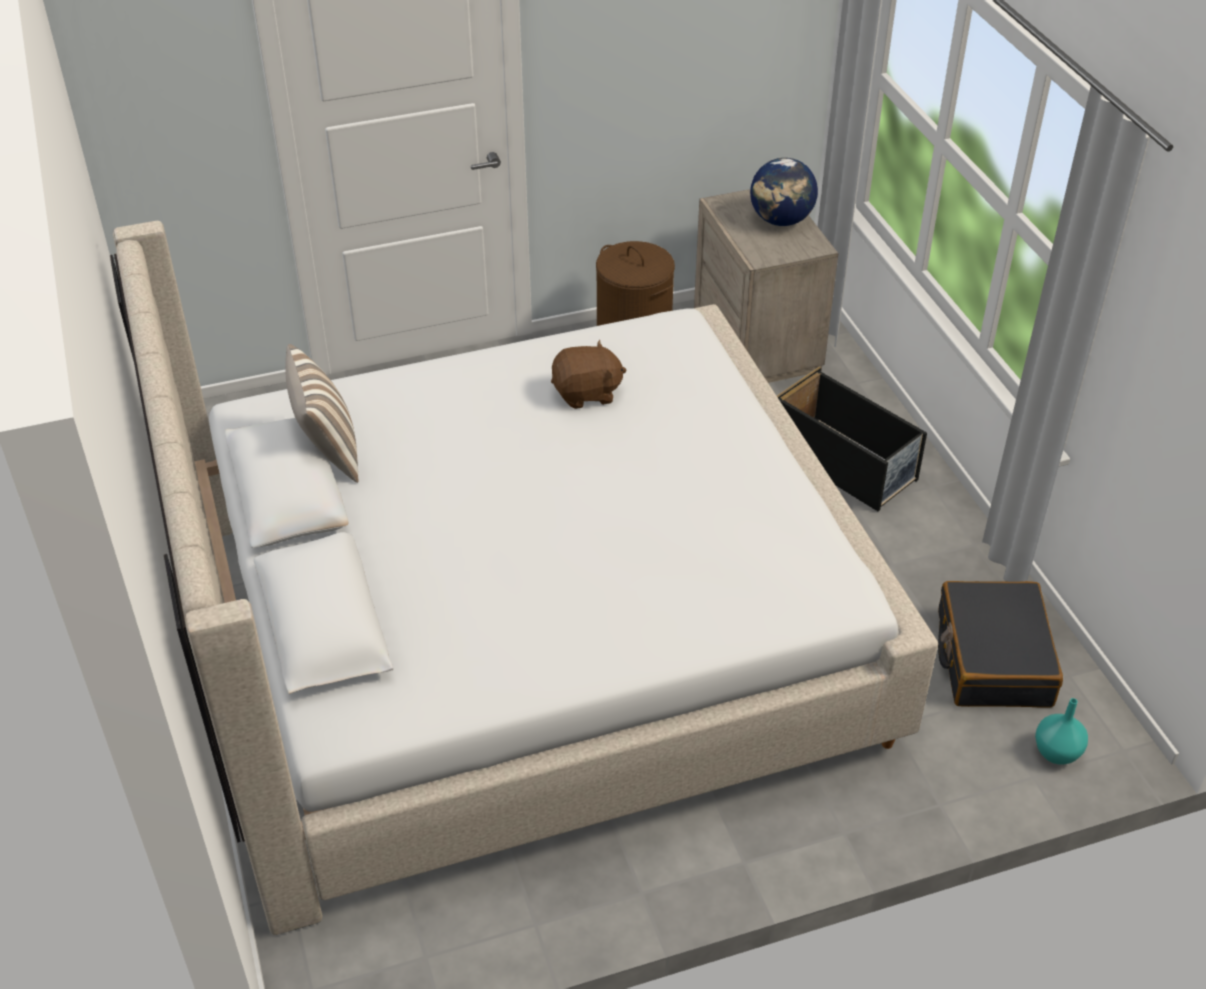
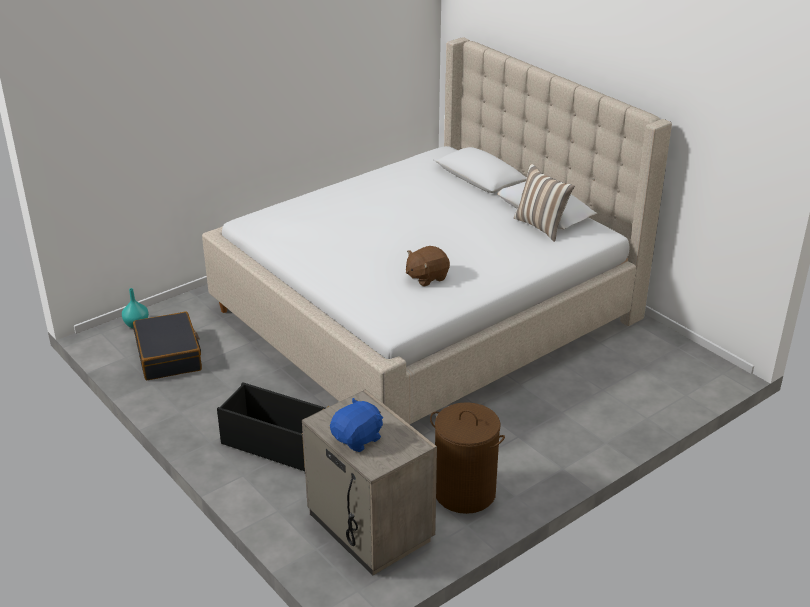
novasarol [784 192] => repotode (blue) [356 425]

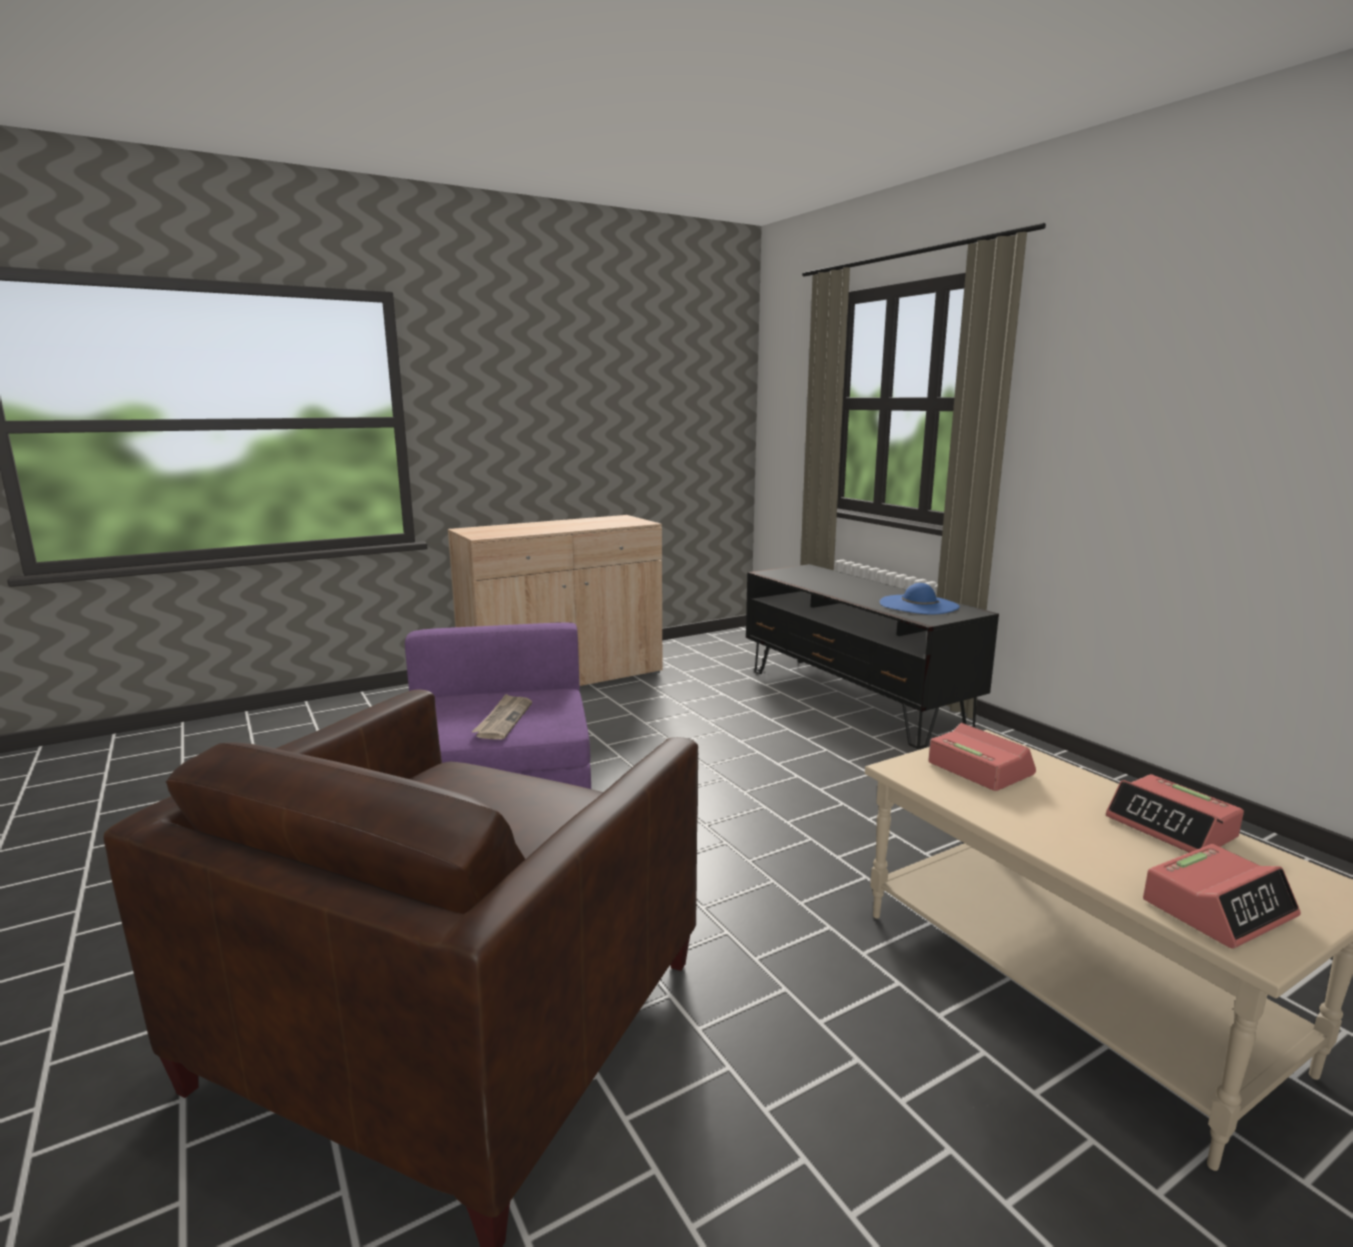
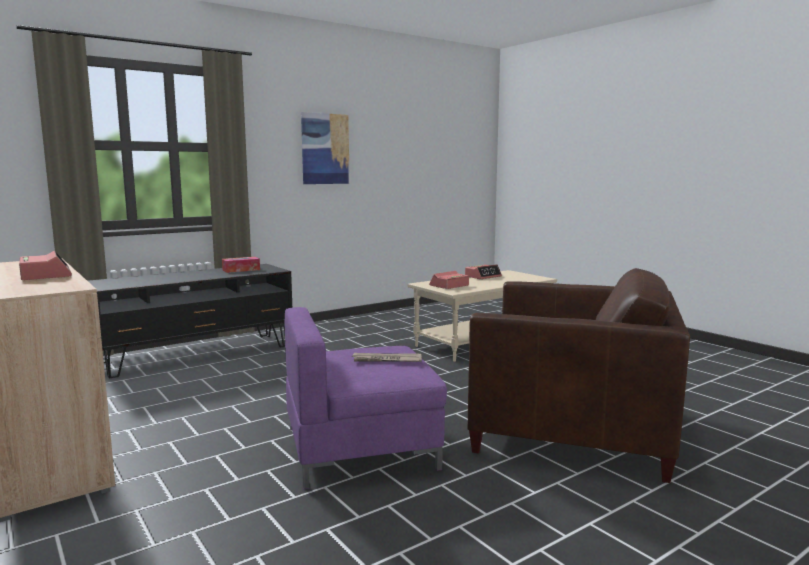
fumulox [1222 896] => fumulox [45 265], shifted
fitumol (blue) [920 599] => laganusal [241 265]
nothing => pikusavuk [325 148]

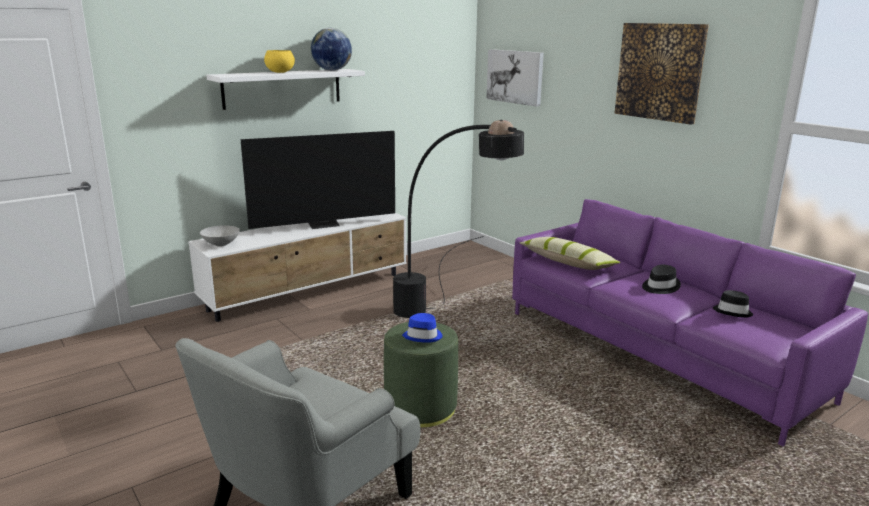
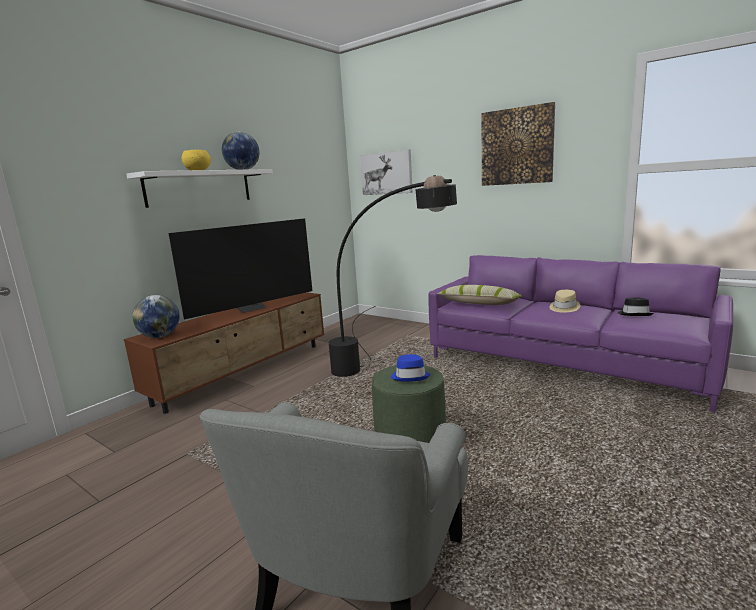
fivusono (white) [297 267] => fivusono (brown) [224 353]
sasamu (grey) [220 236] => novasarol [156 316]
fitumol (black) [661 279] => fitumol (beige) [565 301]

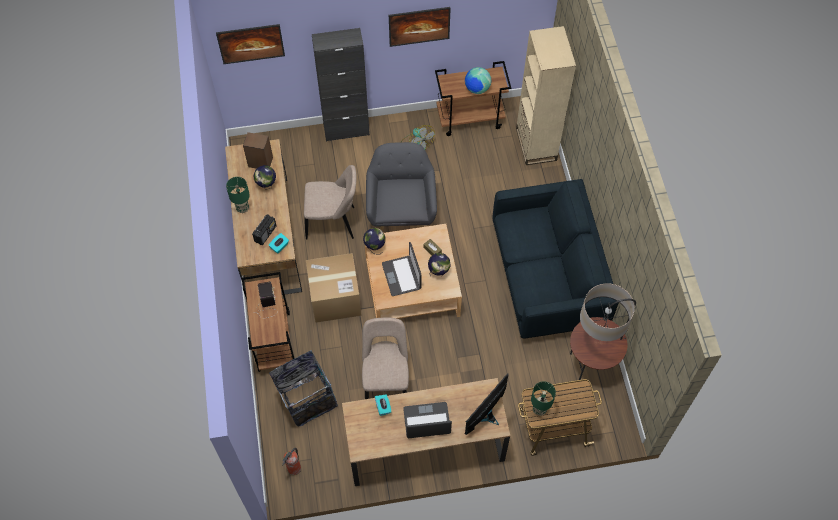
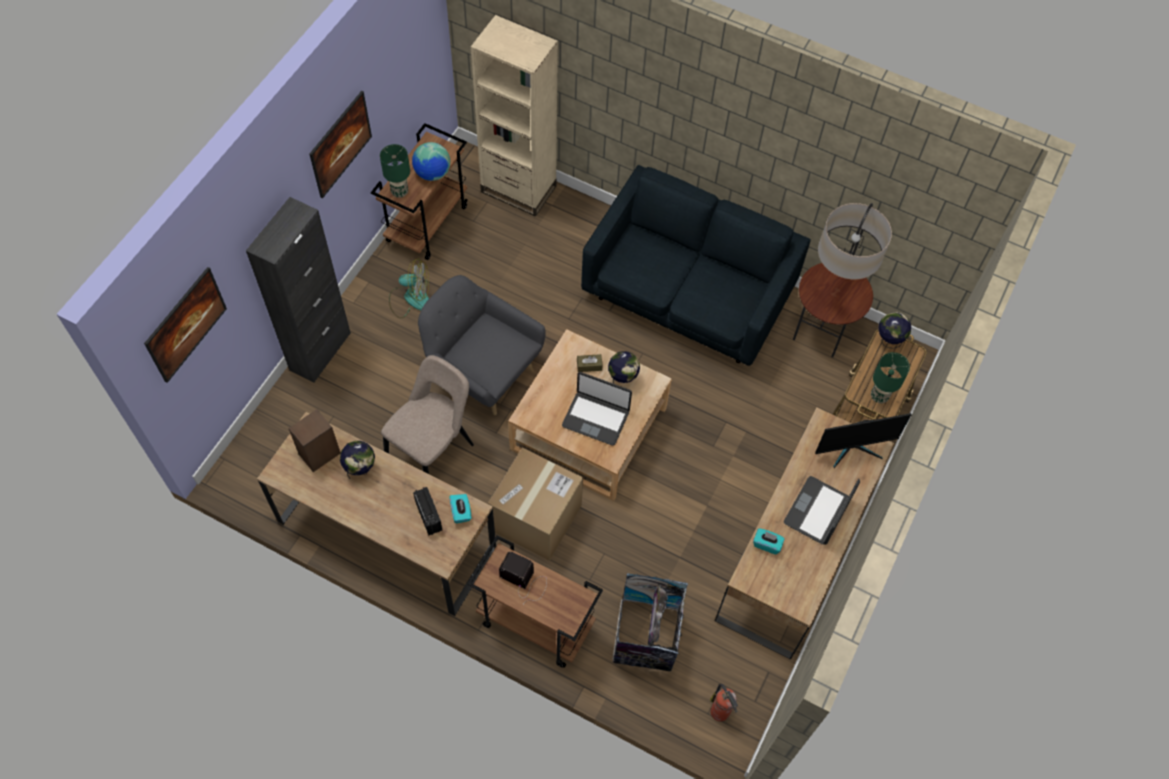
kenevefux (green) [238 195] => kenevefux (green) [395 171], shifted
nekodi [487 404] => nekodi [863 440], 90 degrees counterclockwise
novasarol [374 241] => novasarol [894 330], shifted
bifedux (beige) [385 358] => nothing

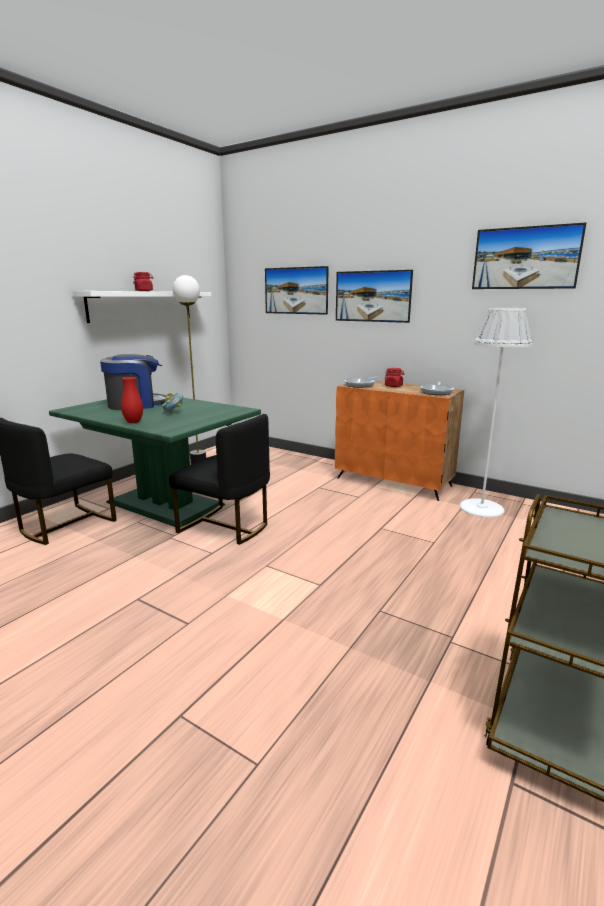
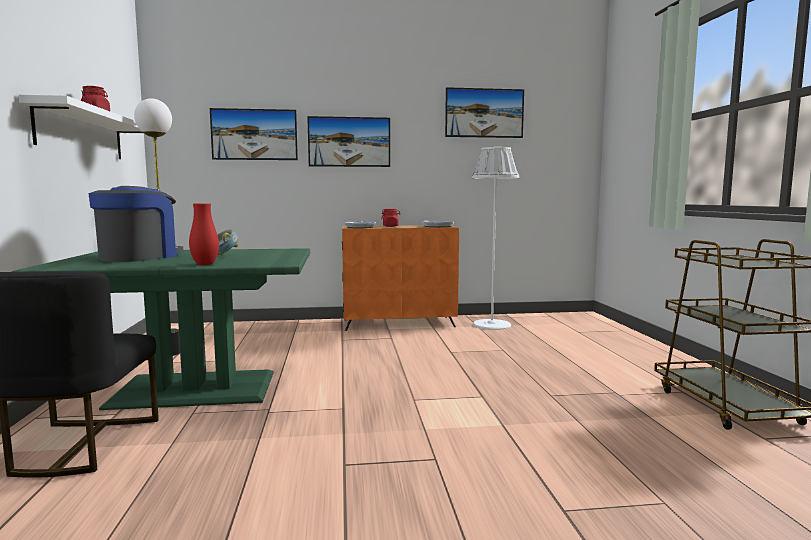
bifedux (black) [219 479] => nothing

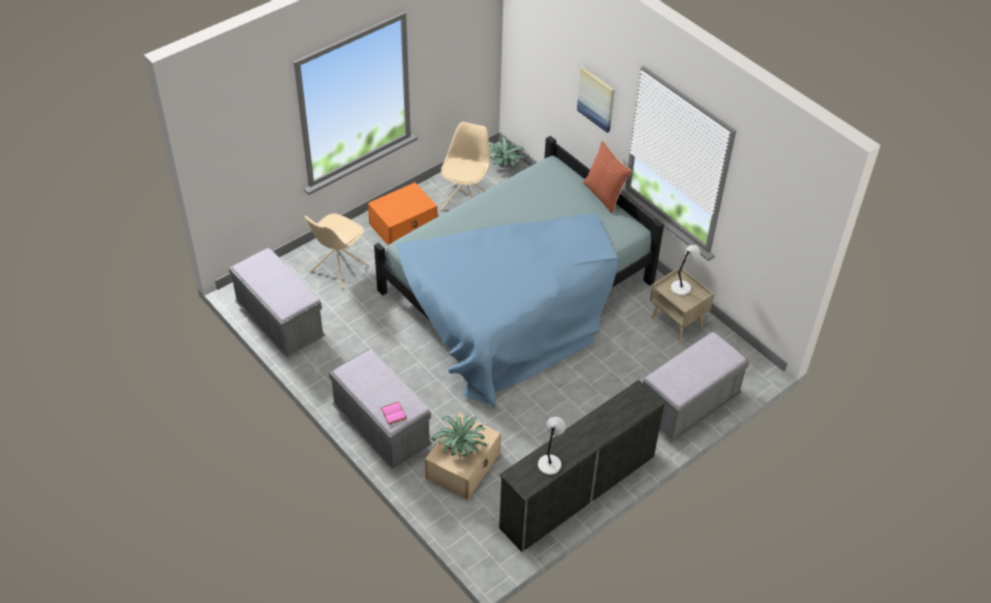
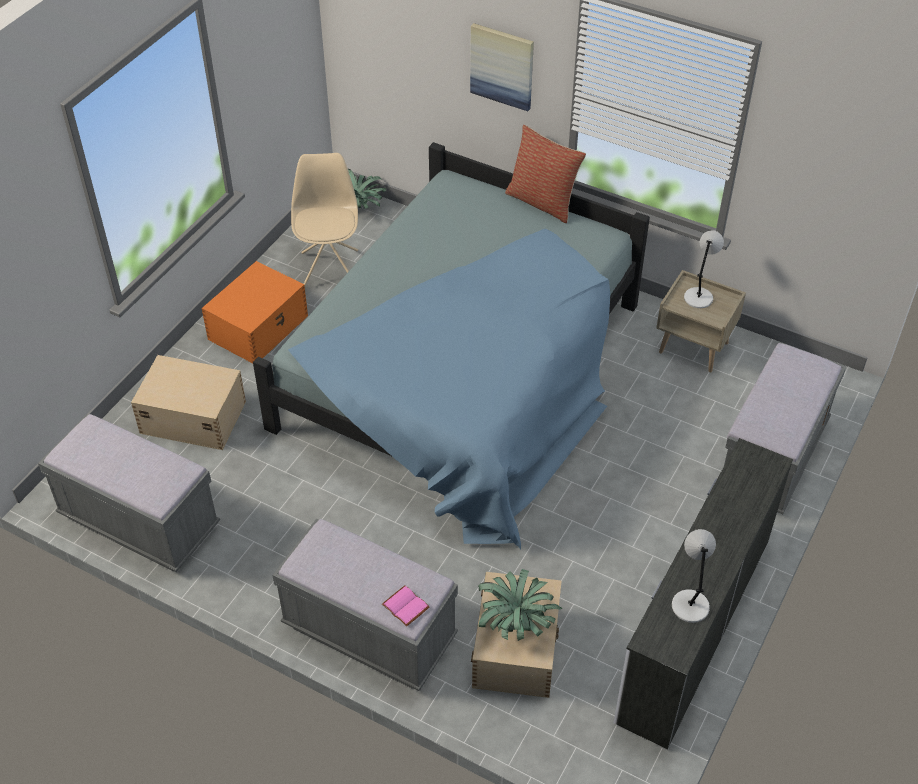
bifedux (beige) [336 251] => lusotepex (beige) [188 402]

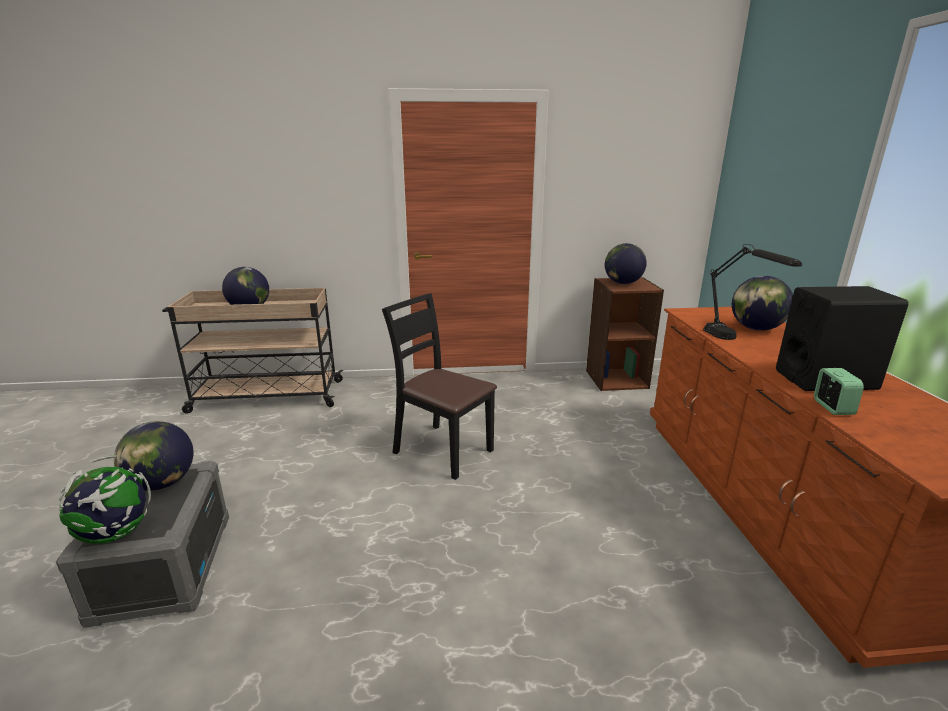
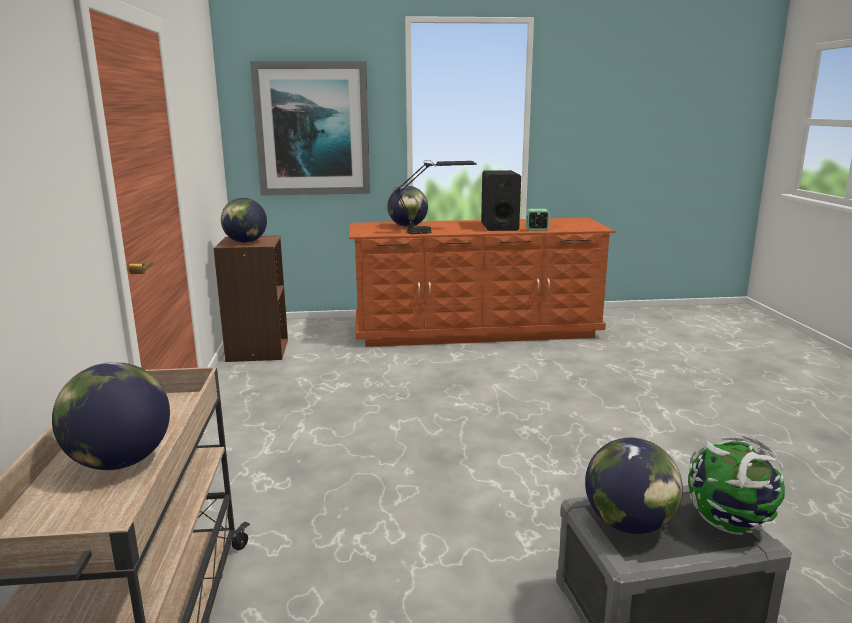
nothing => pikusavuk [310 128]
bifedux (black) [439 386] => nothing

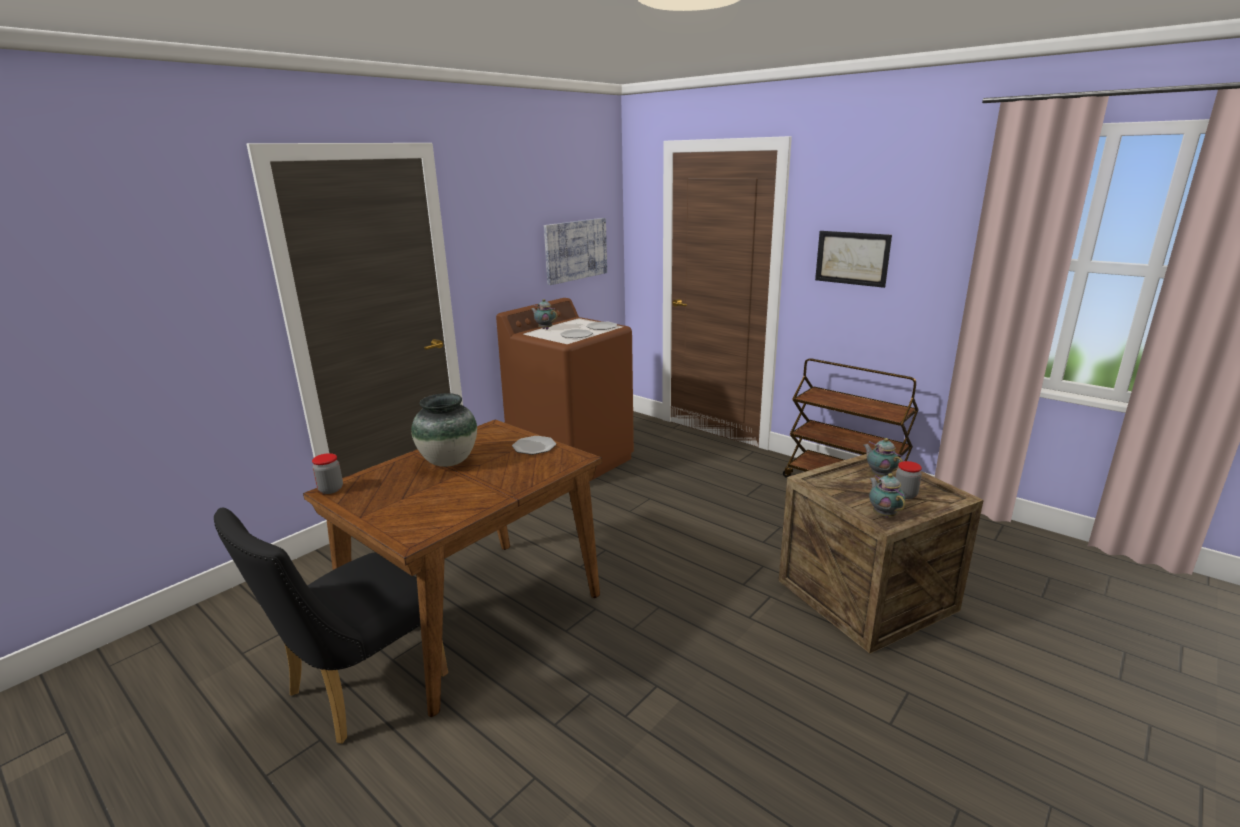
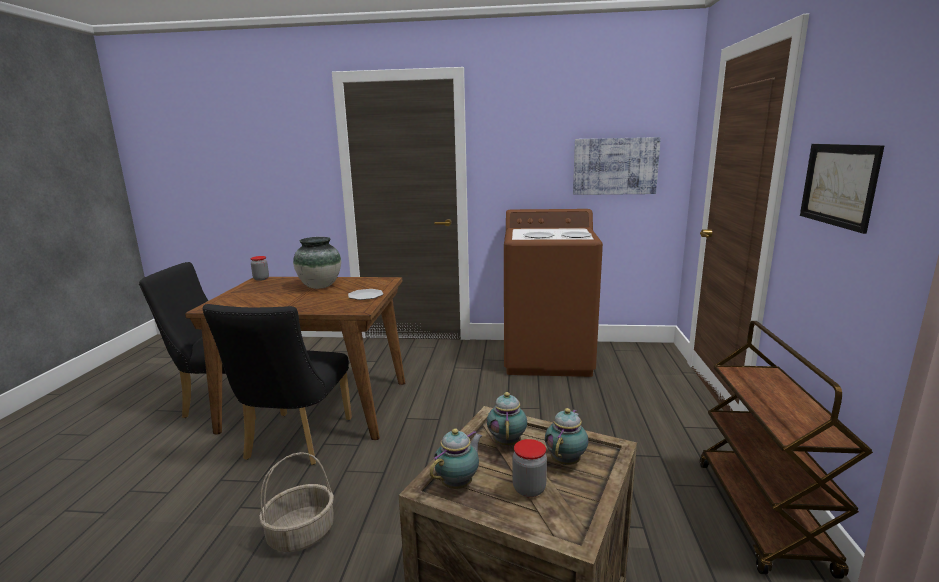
nothing => bifedux (black) [277 384]
nothing => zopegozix [296 502]
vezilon [544 314] => vezilon [507 419], shifted

